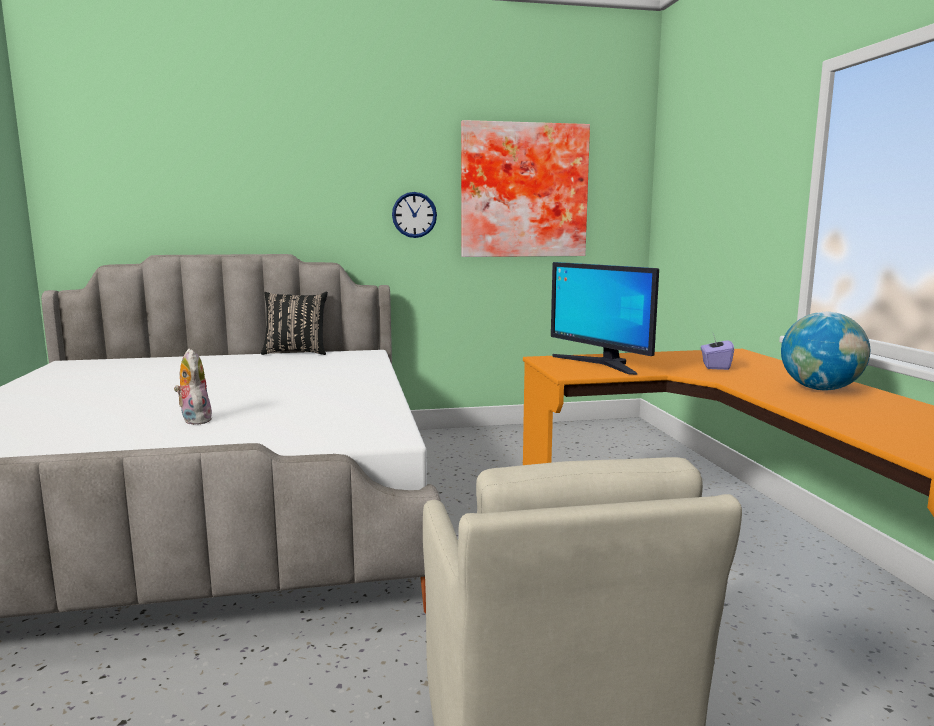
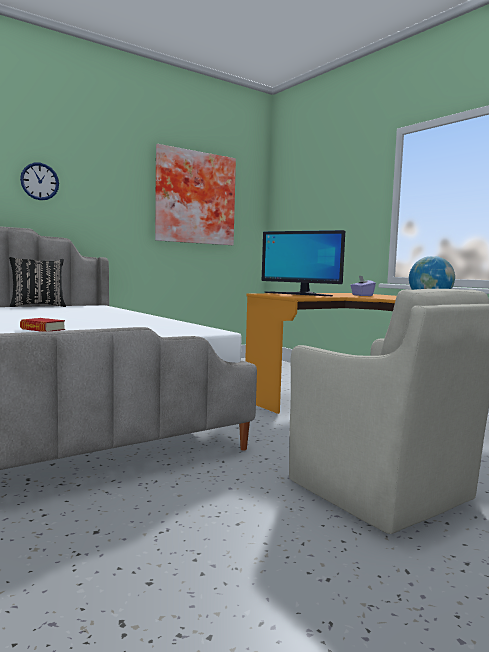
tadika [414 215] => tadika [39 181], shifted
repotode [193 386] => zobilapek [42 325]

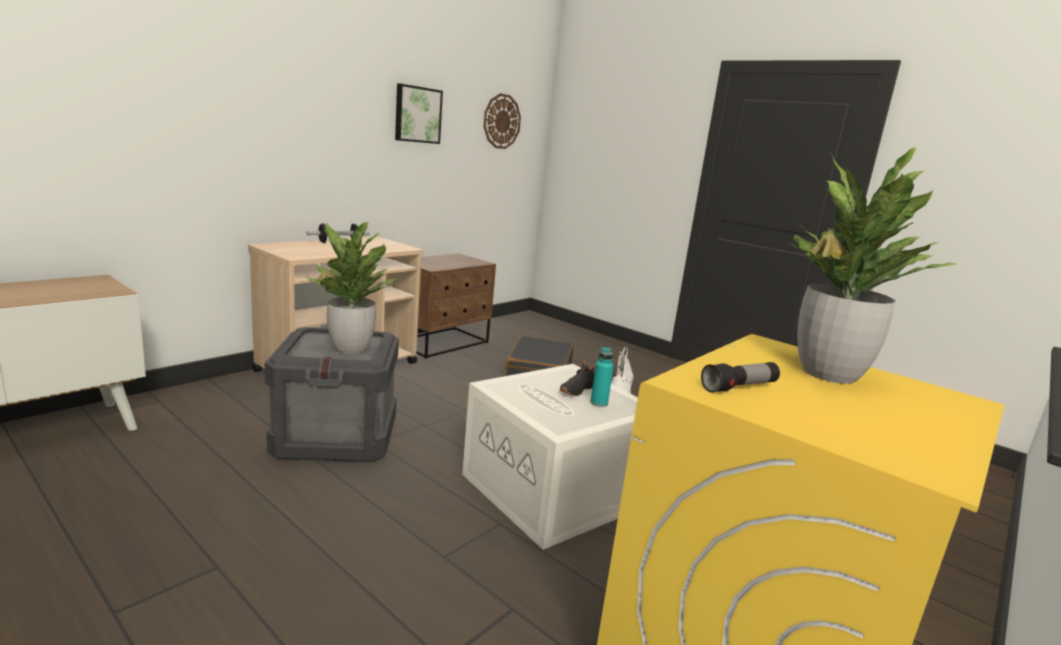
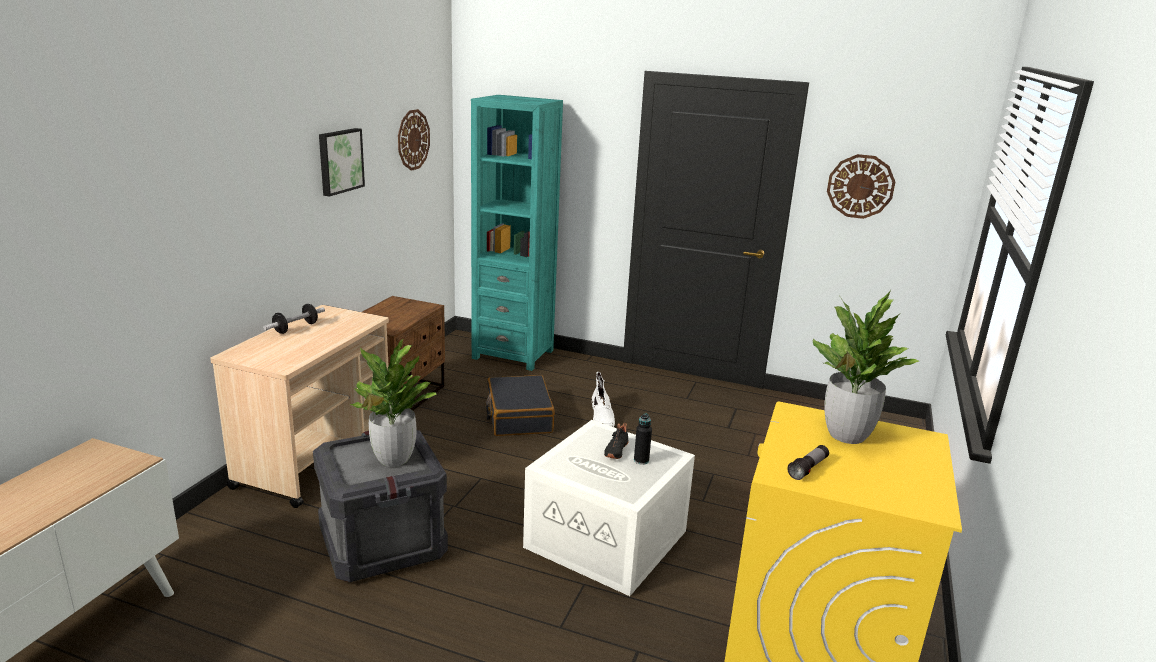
nothing => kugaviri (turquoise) [517 233]
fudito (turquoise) [602 377] => fudito (black) [643 439]
nothing => tadika [861 186]

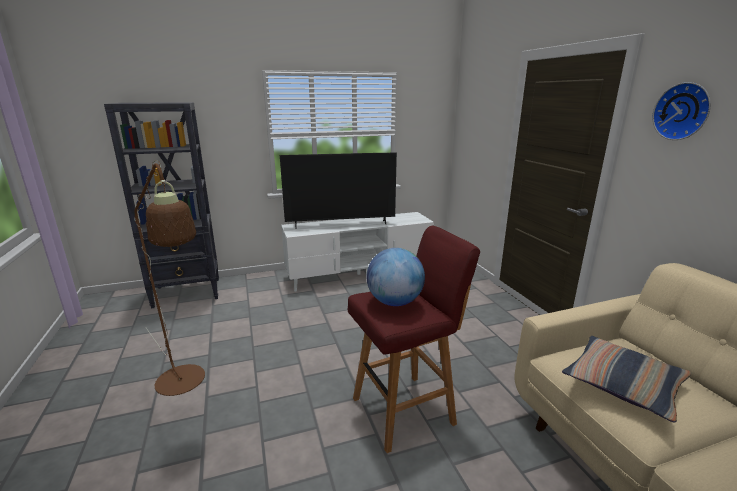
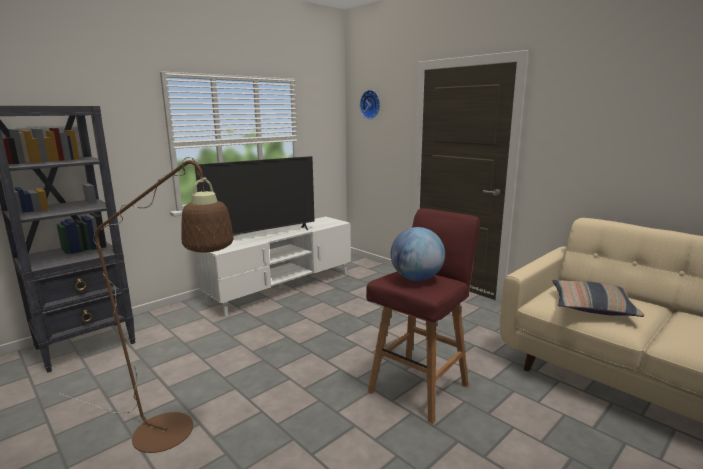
tadika [681 111] => tadika [370 104], shifted

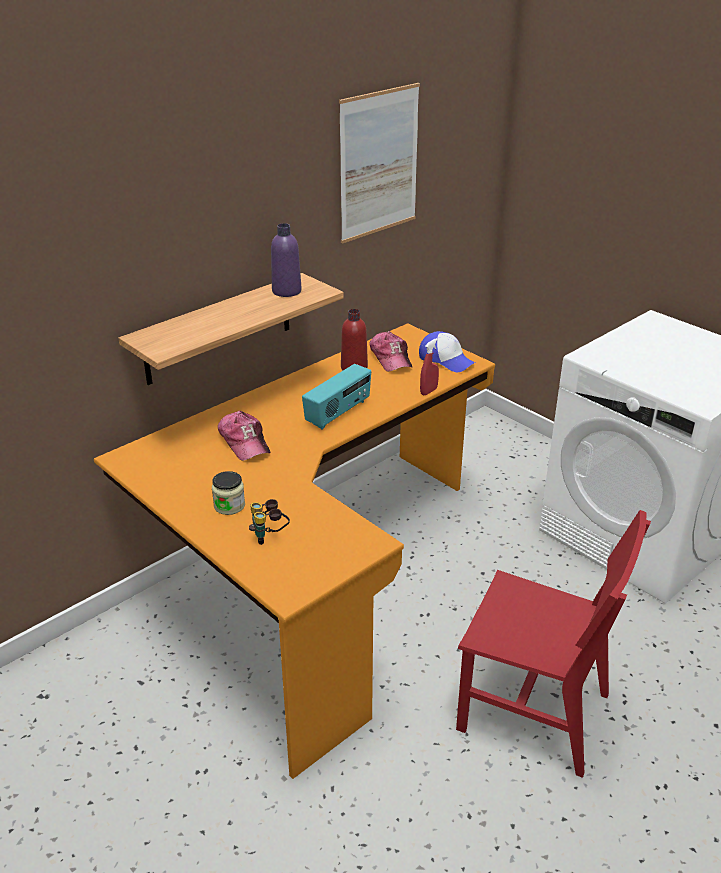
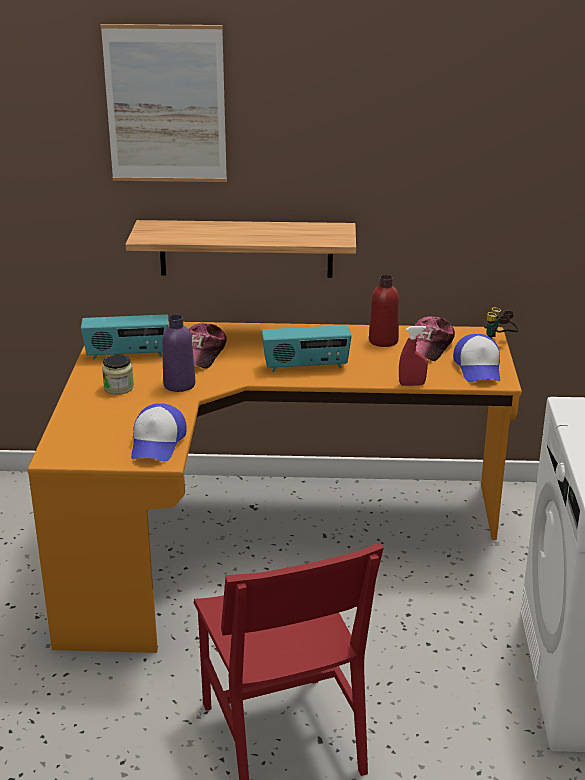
nothing => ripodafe [125 337]
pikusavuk [379 163] => pikusavuk [164 103], shifted
nothing => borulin [159 432]
fudito (purple) [286 260] => fudito (purple) [178 353], shifted
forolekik [269 522] => forolekik [501 322], shifted

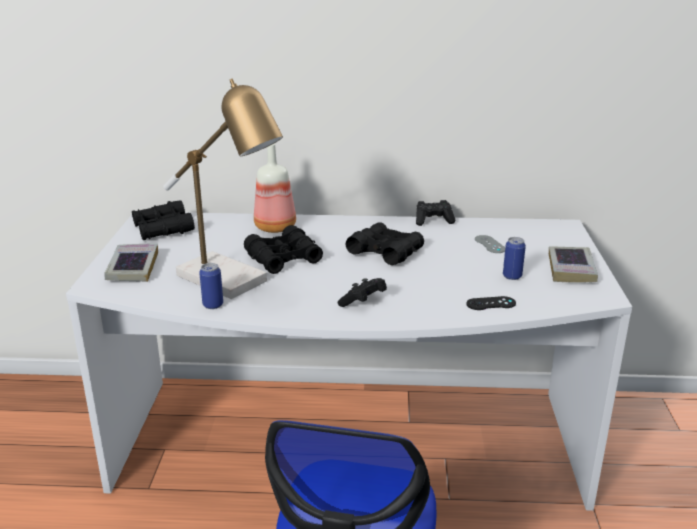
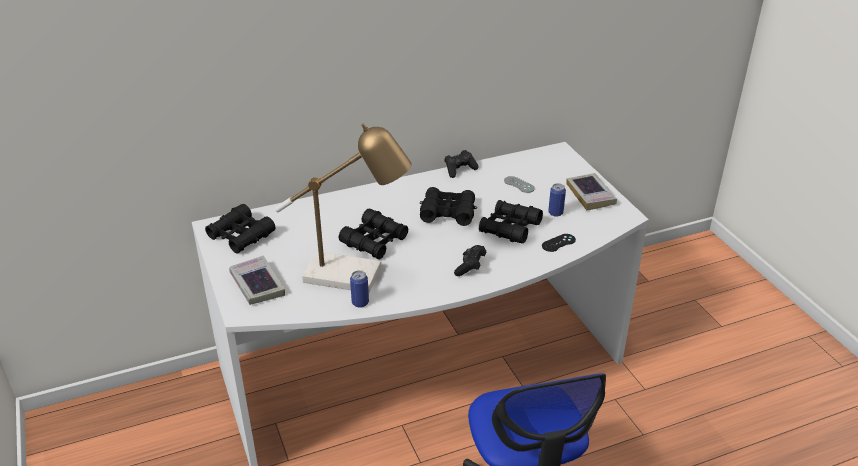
nothing => forolekik (black) [511 221]
fudito [275 188] => nothing

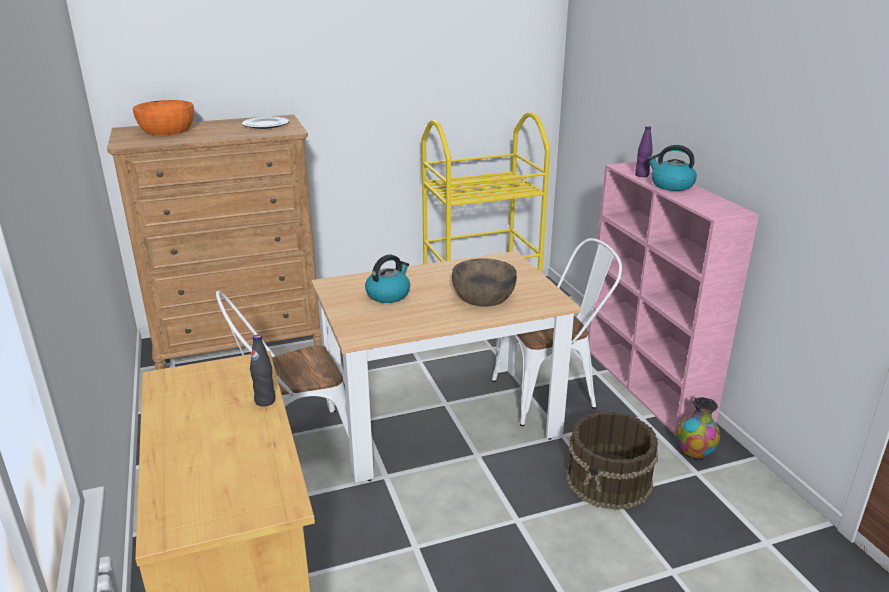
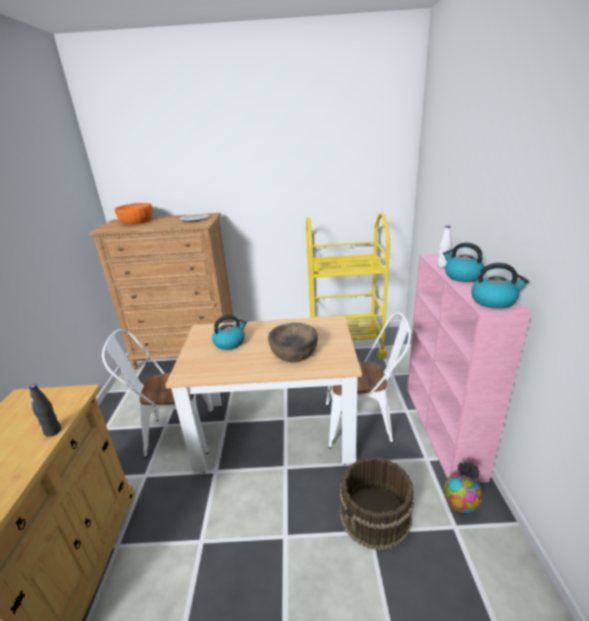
fudito (purple) [644 151] => fudito (white) [444 246]
nothing => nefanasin [500 286]

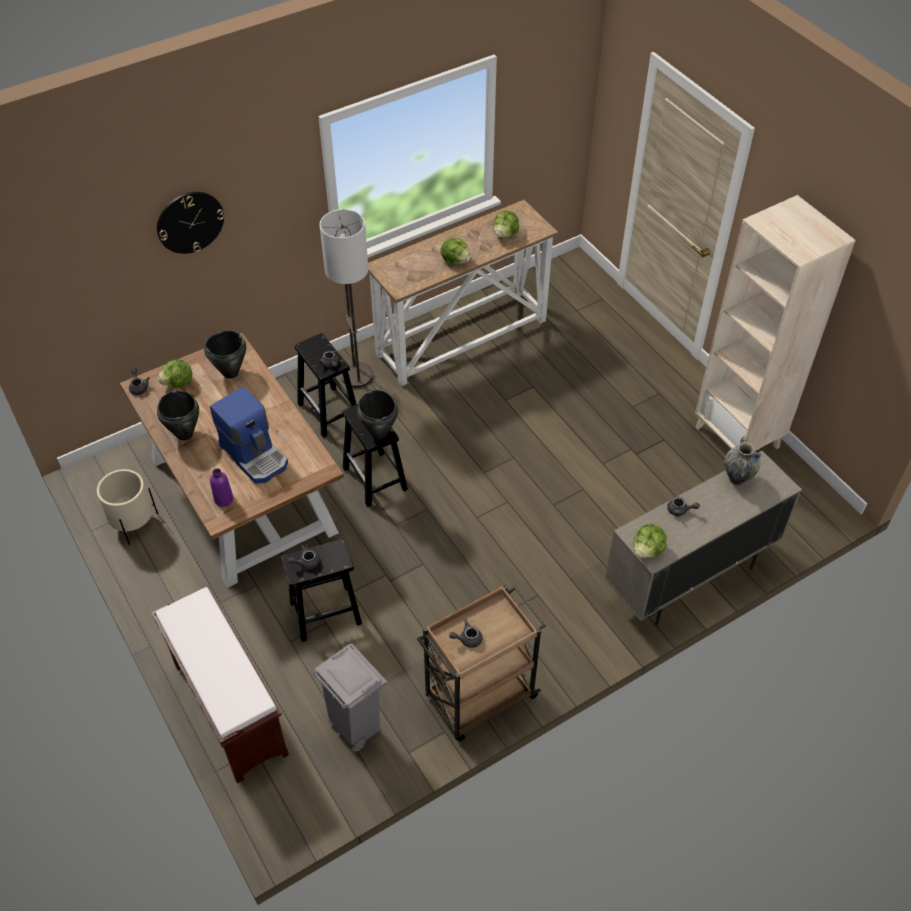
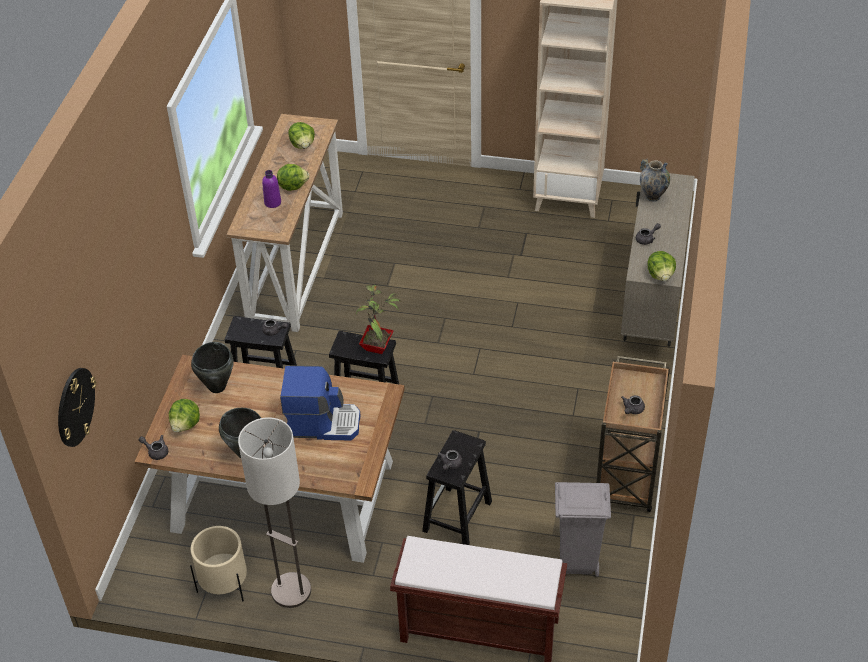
tadika [190 223] => tadika [77 407], shifted
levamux [346 298] => levamux [274 512], shifted
fudito (purple) [221 487] => fudito (purple) [271 189], shifted
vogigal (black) [377 414] => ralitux [378 319]

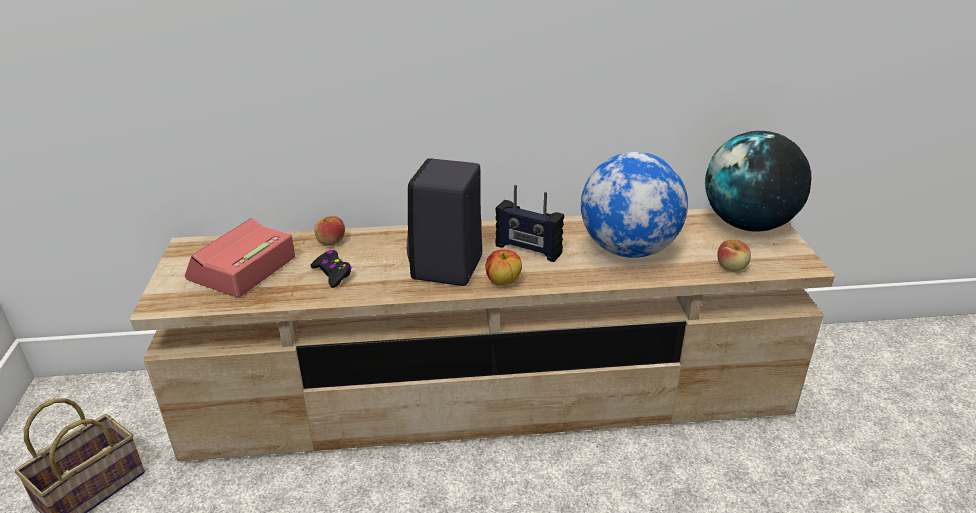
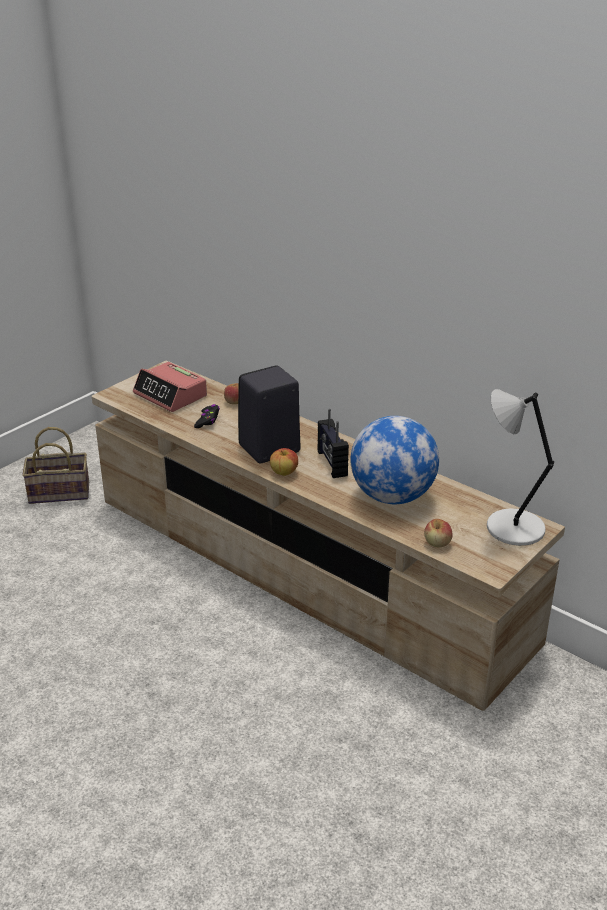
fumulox [240 257] => fumulox [170 387], 120 degrees counterclockwise
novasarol [758 181] => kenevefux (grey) [520 467]

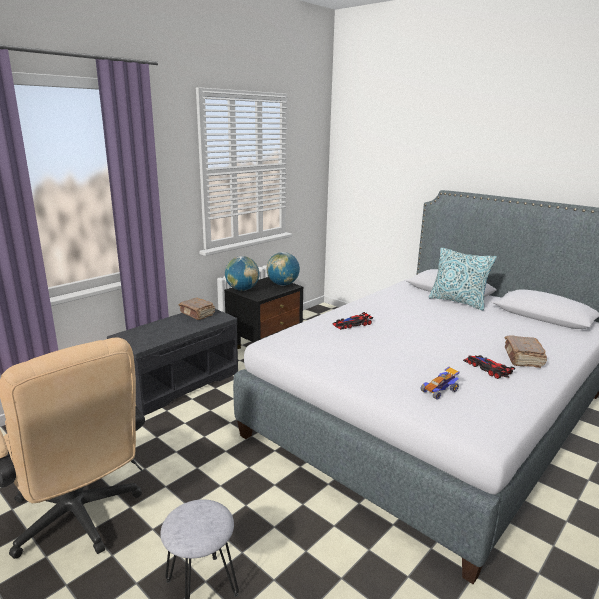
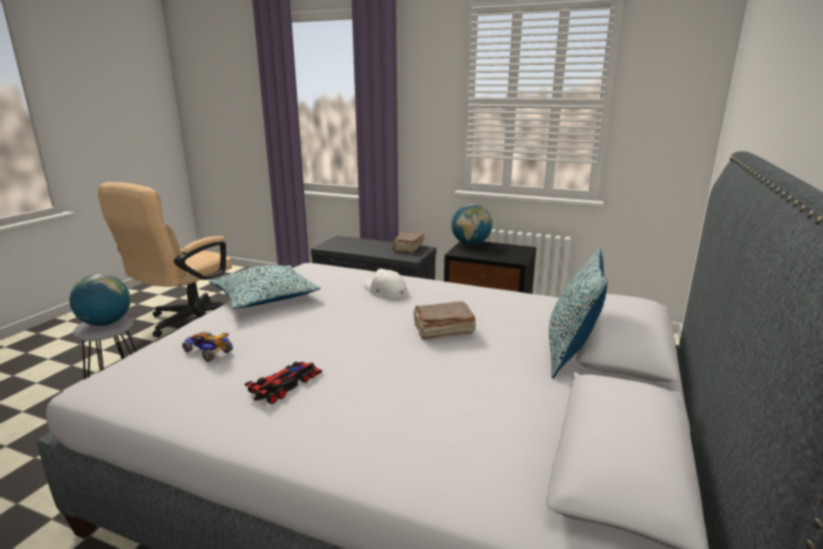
novasarol [283 269] => novasarol [100 300], shifted
nothing => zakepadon [265 287]
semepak [352 321] => borulin (white) [385 283]
zobilapek (brown) [526 351] => zobilapek (brown) [444 320], shifted

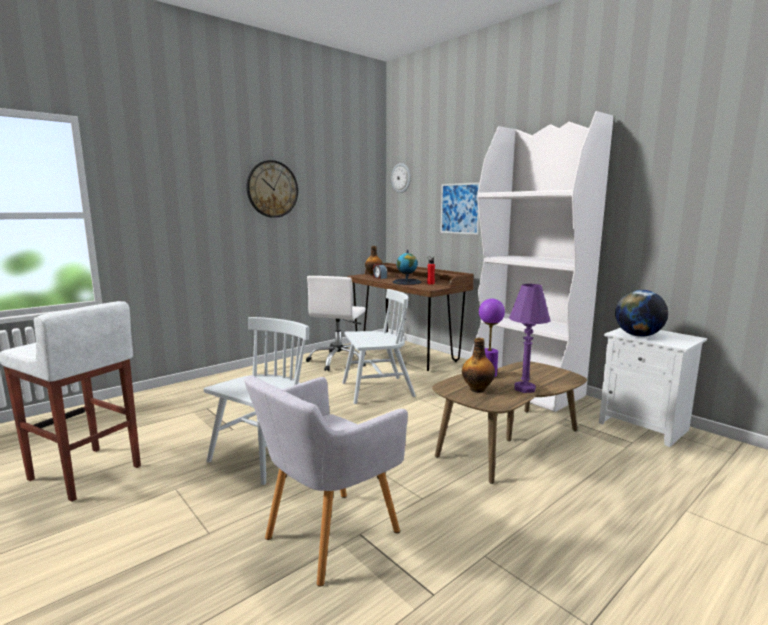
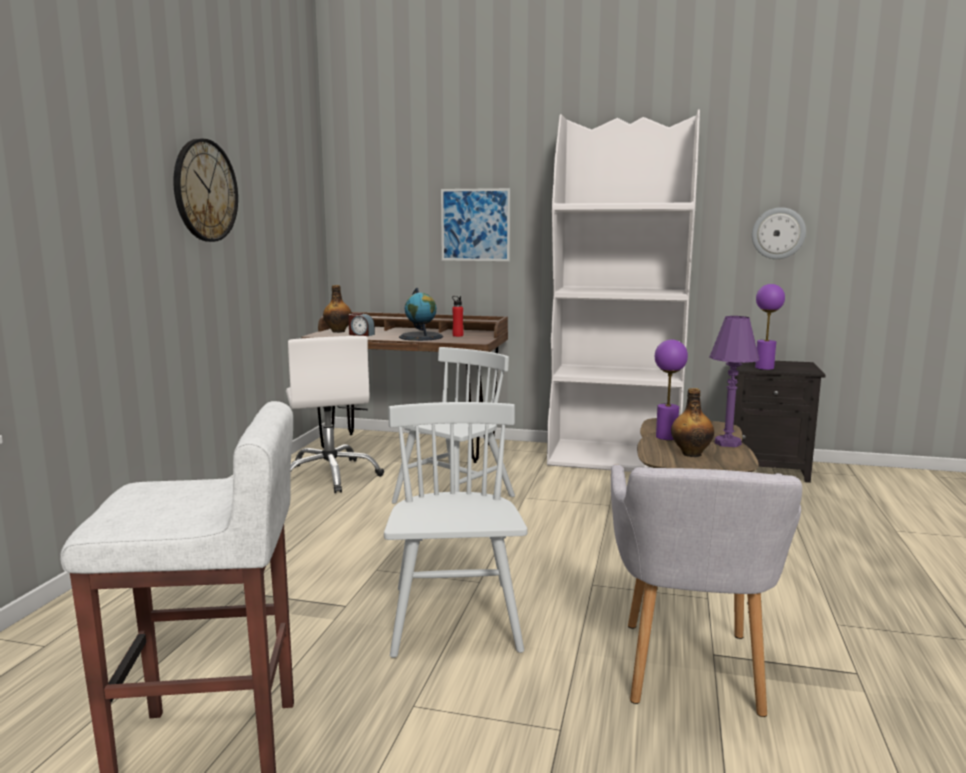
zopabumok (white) [653 387] => zopabumok (black) [780 422]
tadika [401 178] => tadika [779 233], shifted
novasarol [641 313] => kenevefux (purple) [770 327]

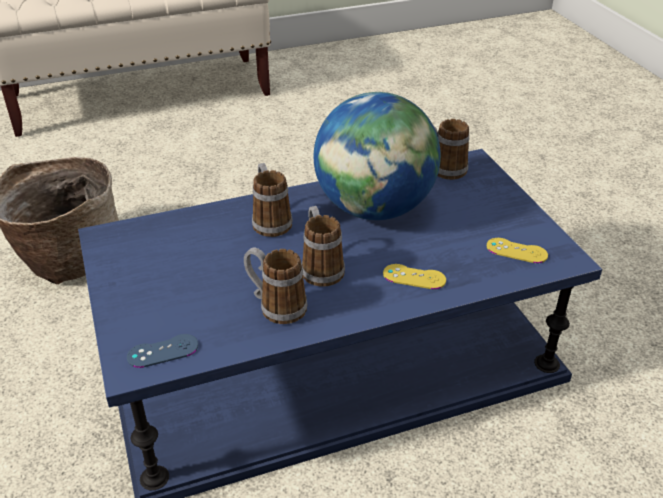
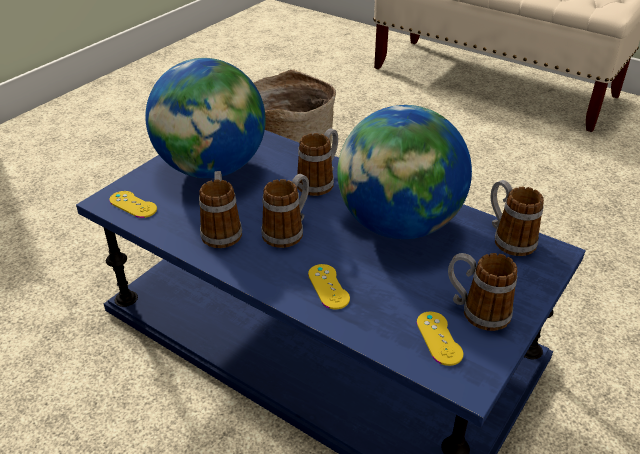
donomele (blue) [162 351] => donomele (yellow) [133 204]
nothing => novasarol [205 118]
nothing => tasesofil [482 292]

